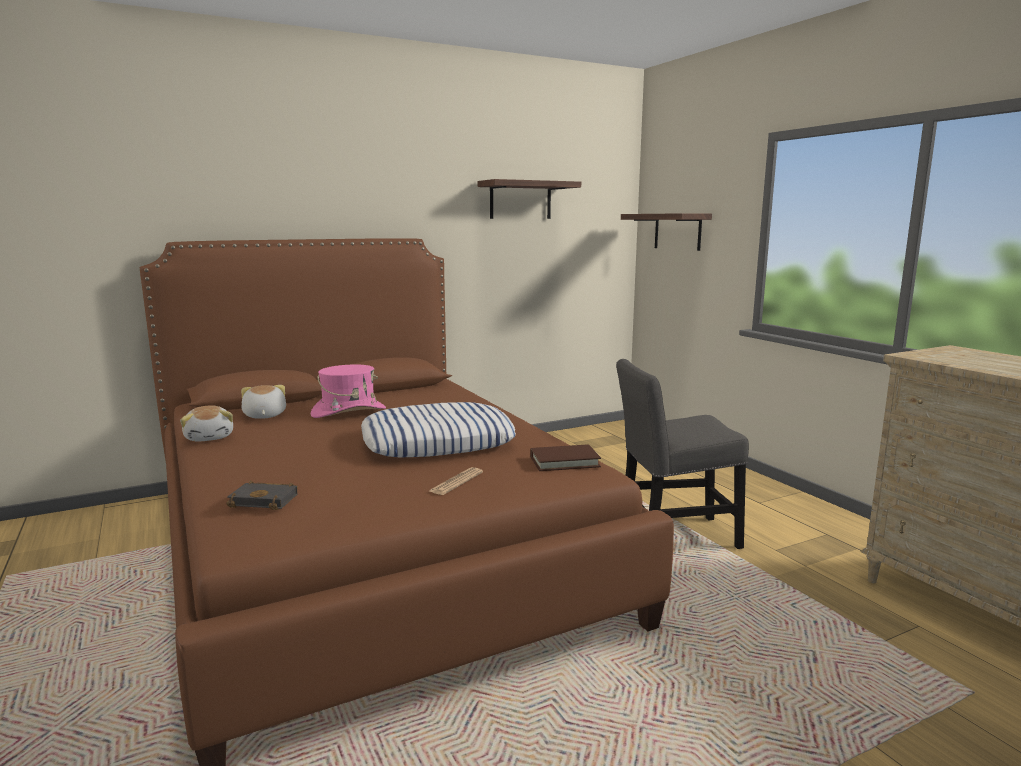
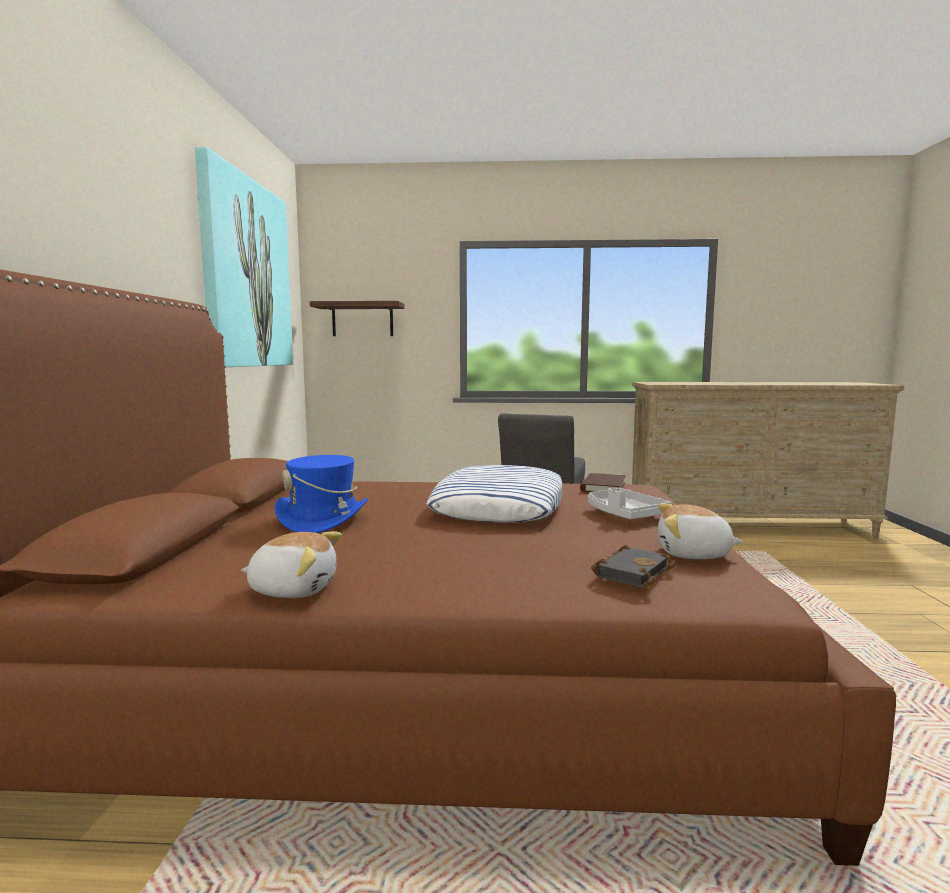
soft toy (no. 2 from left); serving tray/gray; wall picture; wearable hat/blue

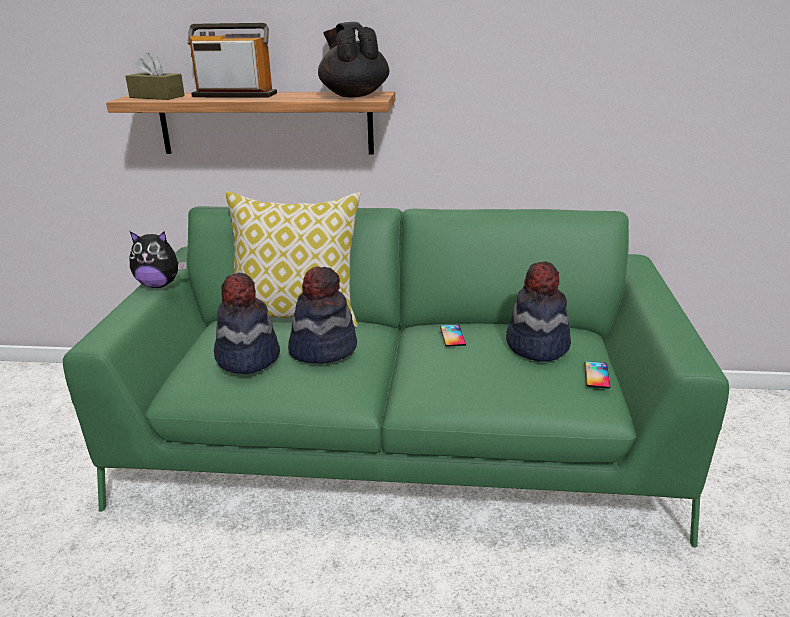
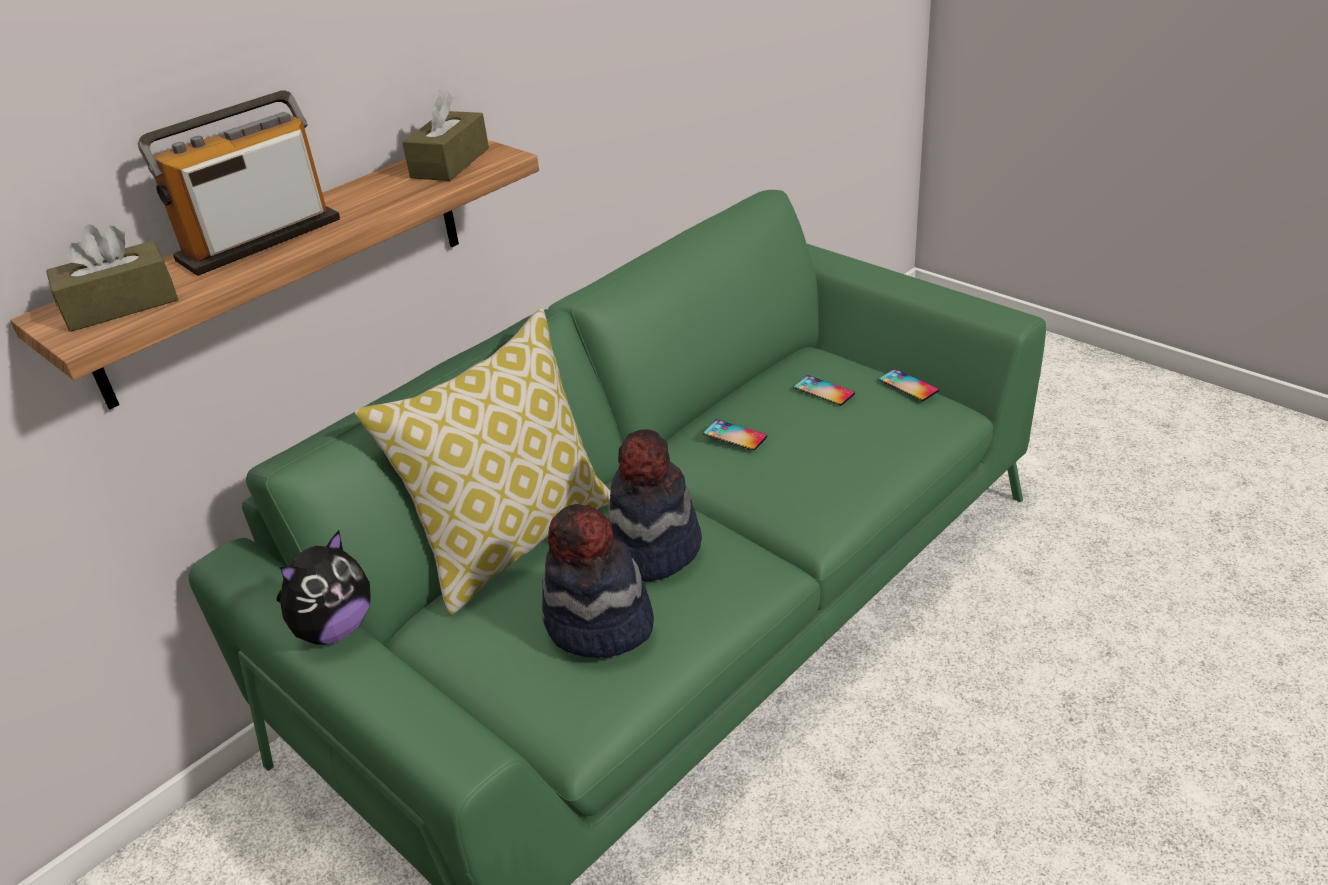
tissue box/brownish (no. 2 from left); handset (no. 2 from left)

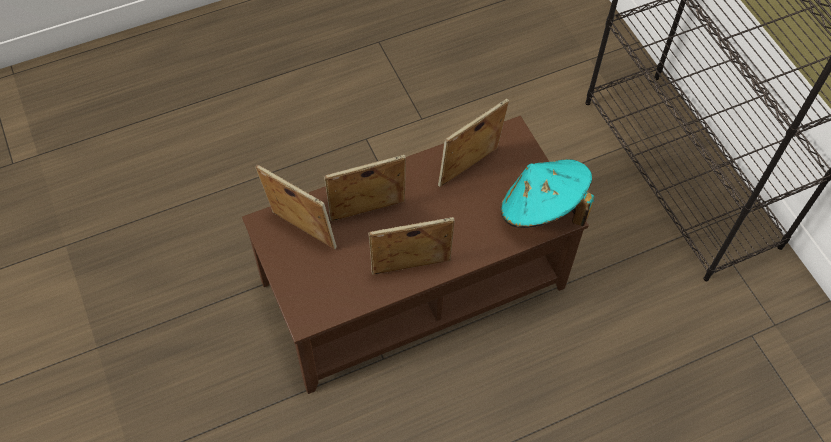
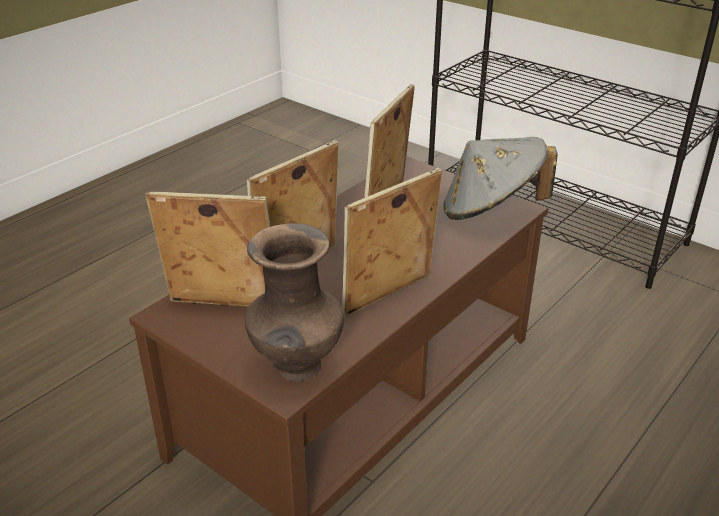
flower vase/brownish; wearable hat/gray

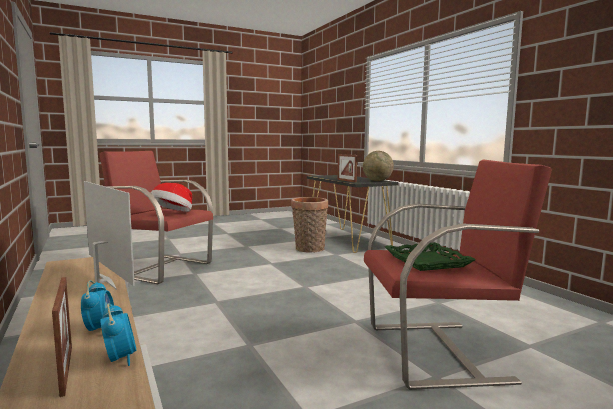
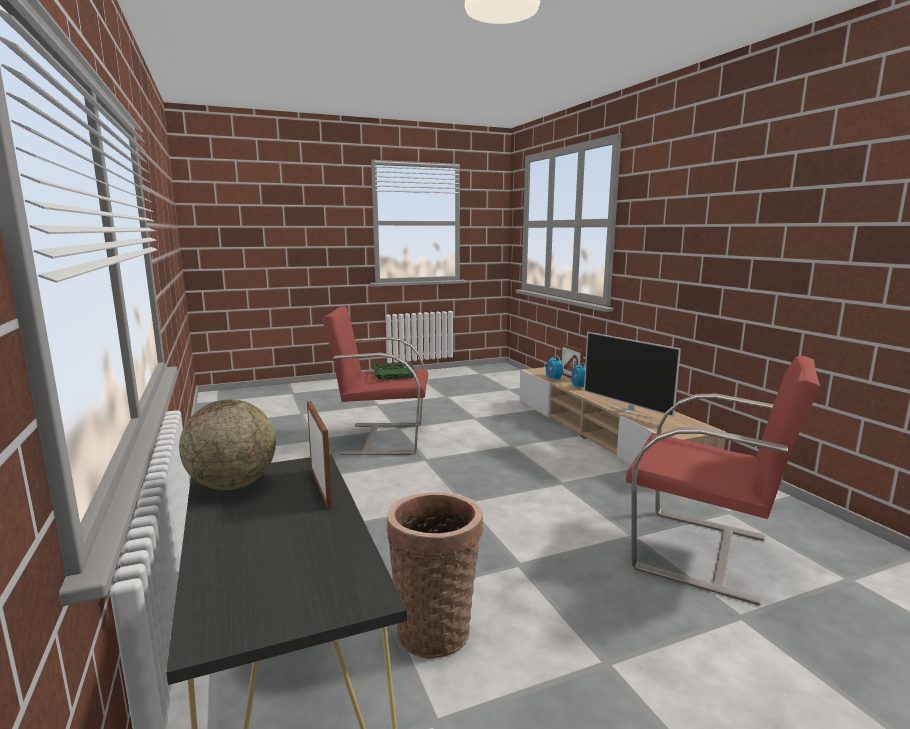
wearable hat

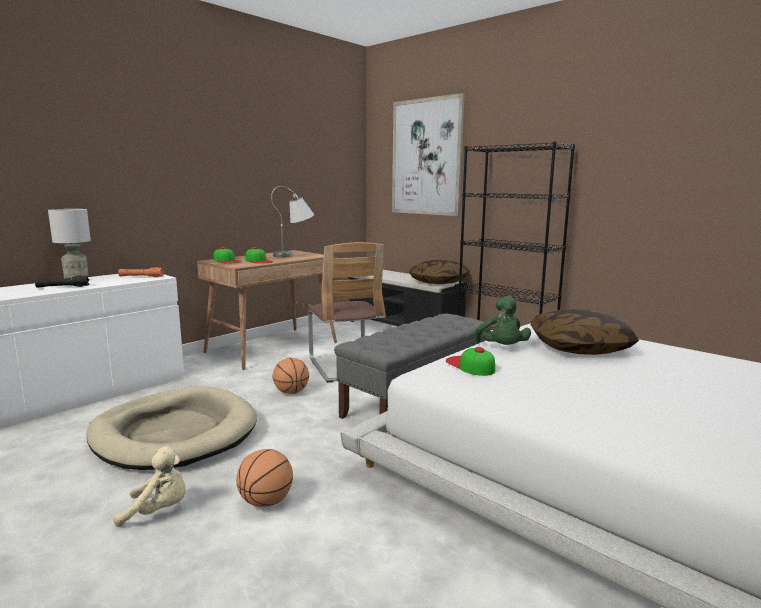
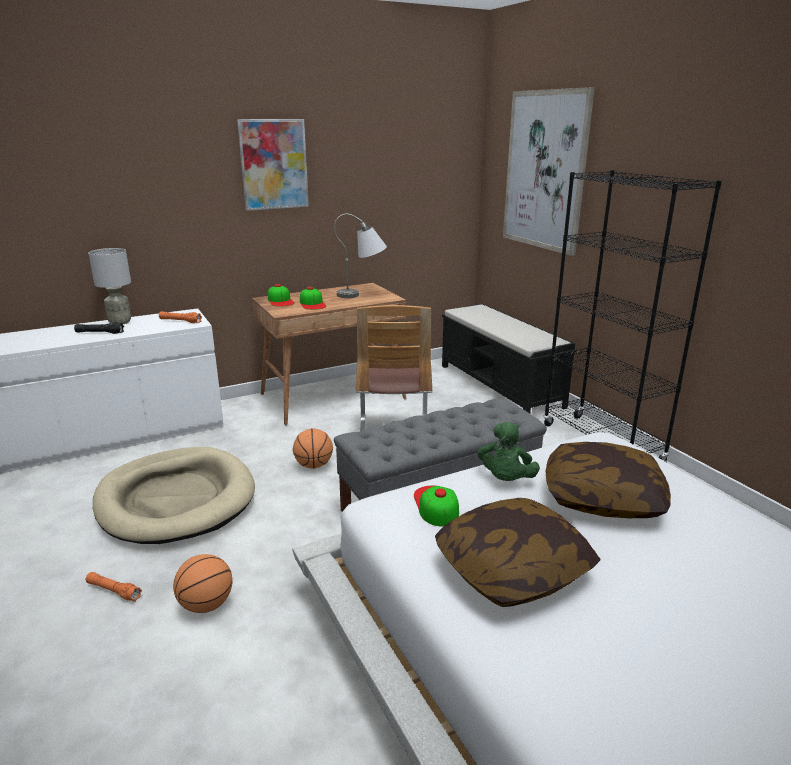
wall picture (no. 1 from left); throw pillow (no. 1 from left); torch/orange-coloured (no. 1 from left)

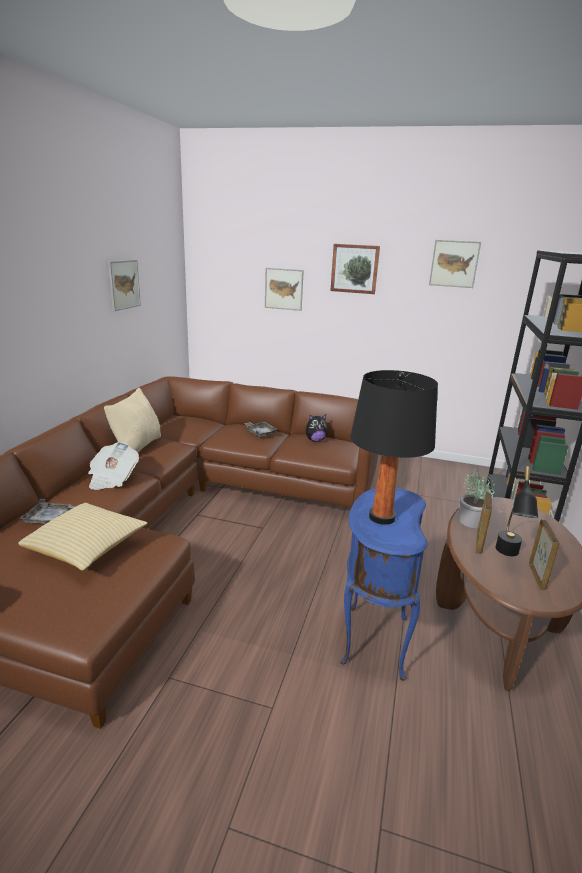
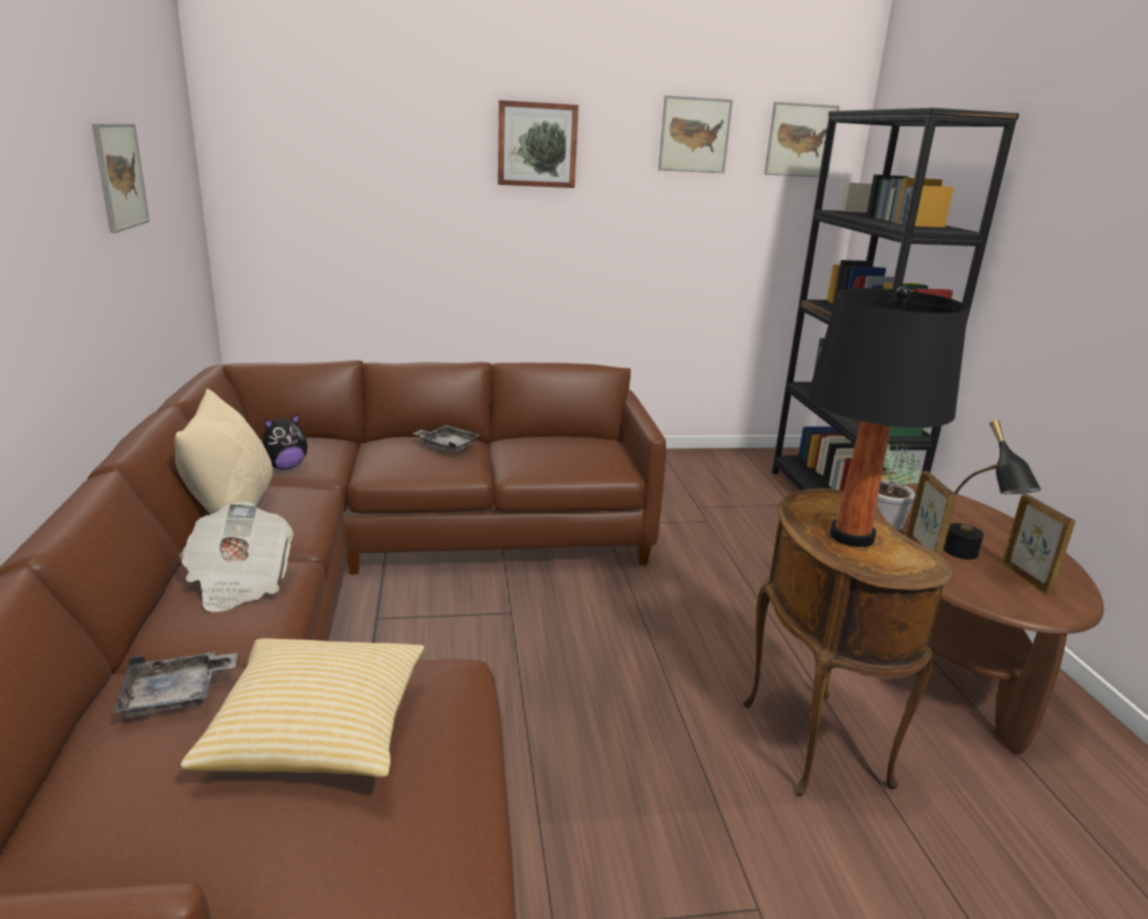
wall picture (no. 4 from left); soft toy; side table/brownish

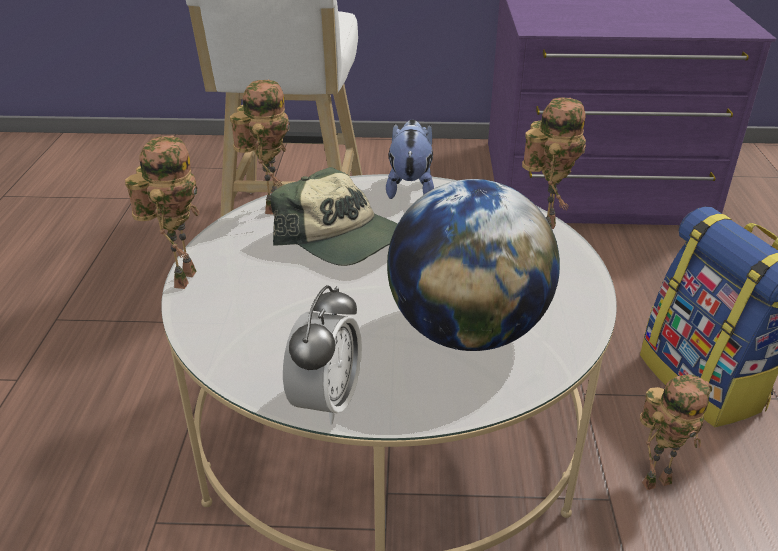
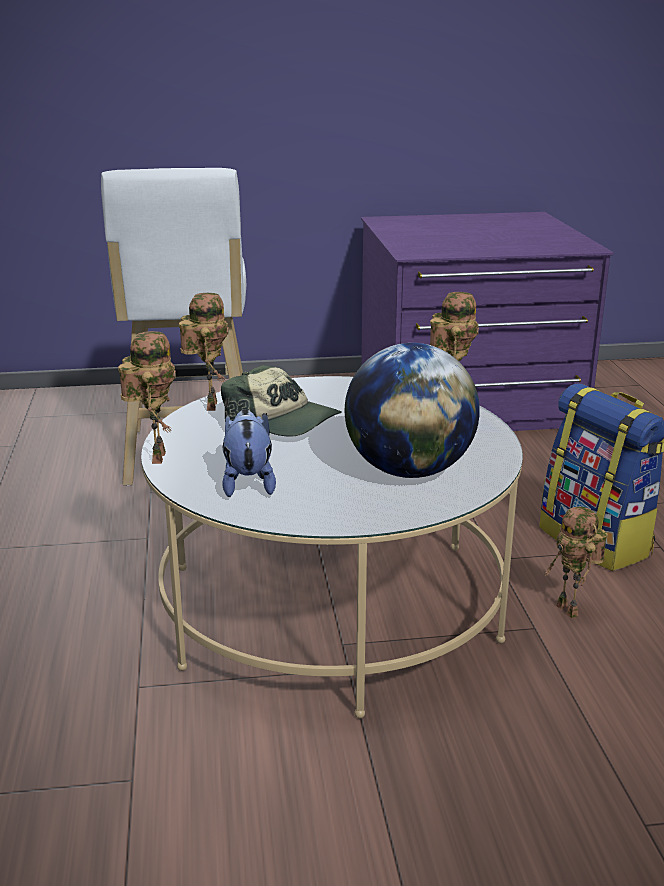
table clock; soft toy; robot figure (no. 4 from left)

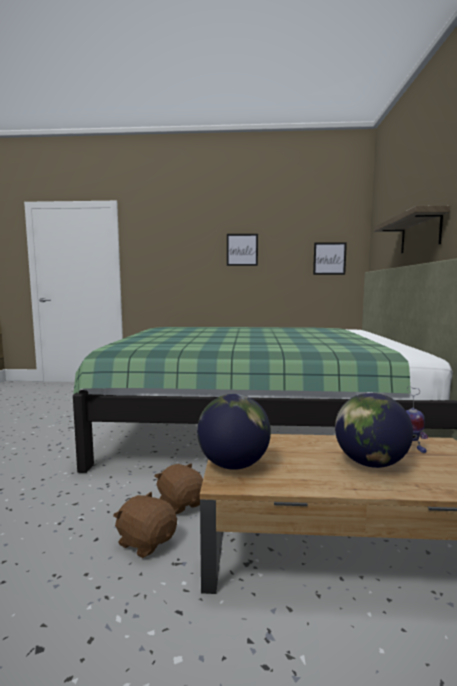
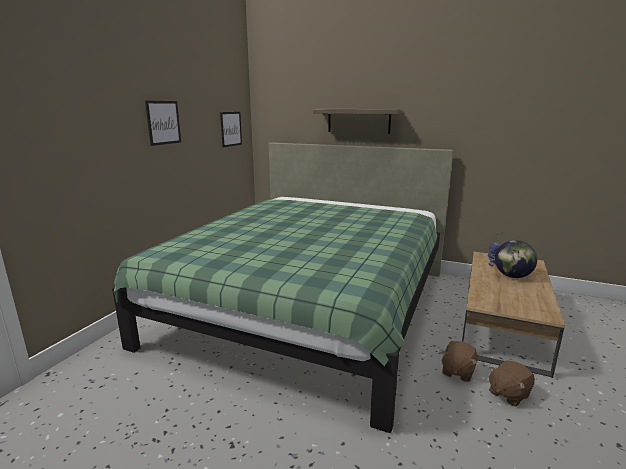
world globe (no. 1 from left in the first image); soft toy/brownish (no. 1 from left)

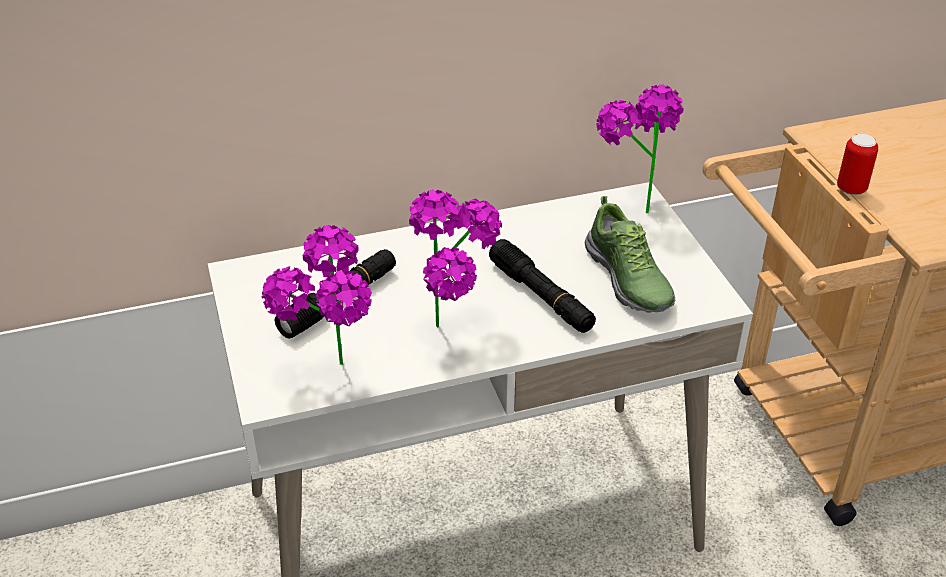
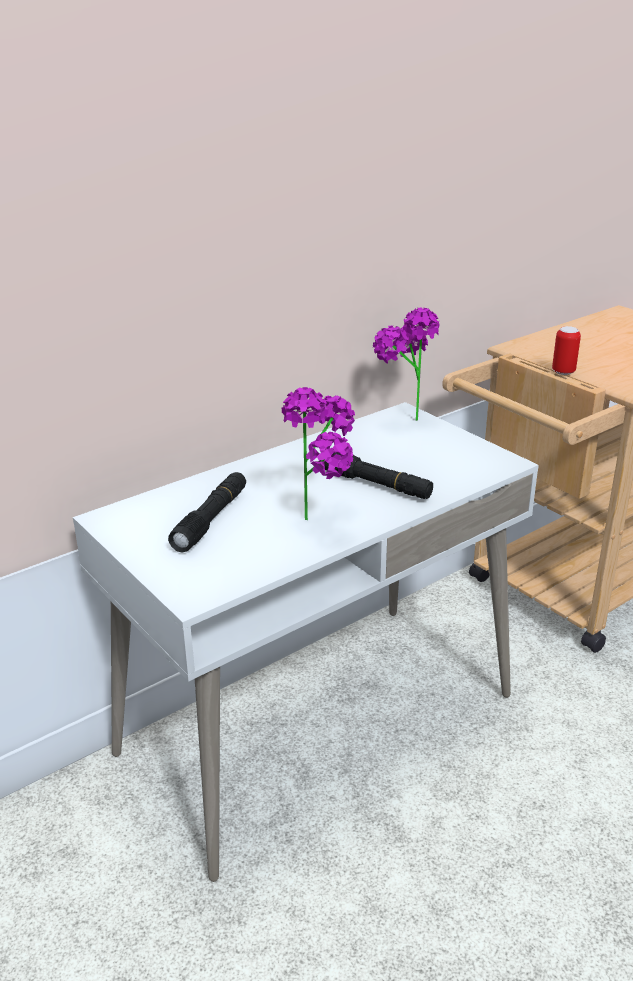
potted plant (no. 1 from left in the first image); low shoe

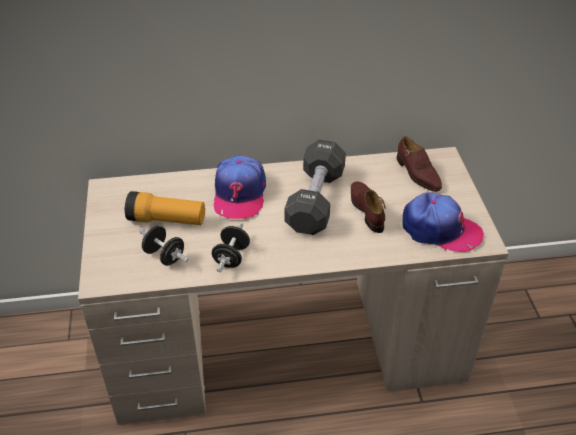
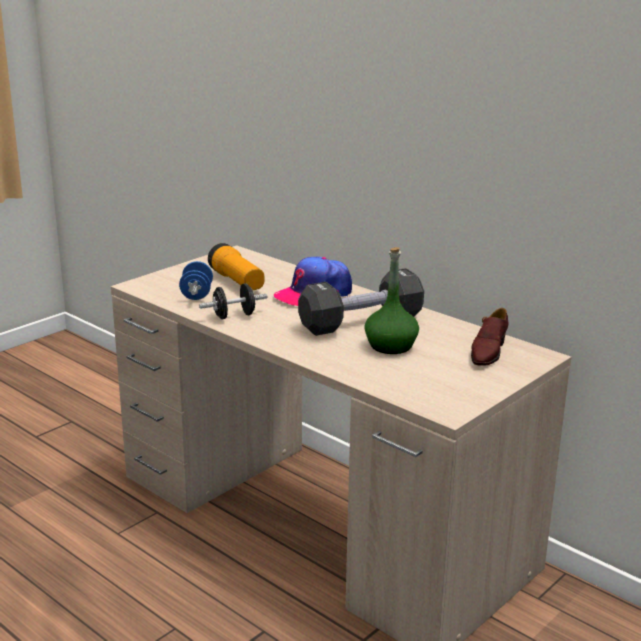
cap (no. 2 from left in the first image); drink bottle/green; free weight/blue

